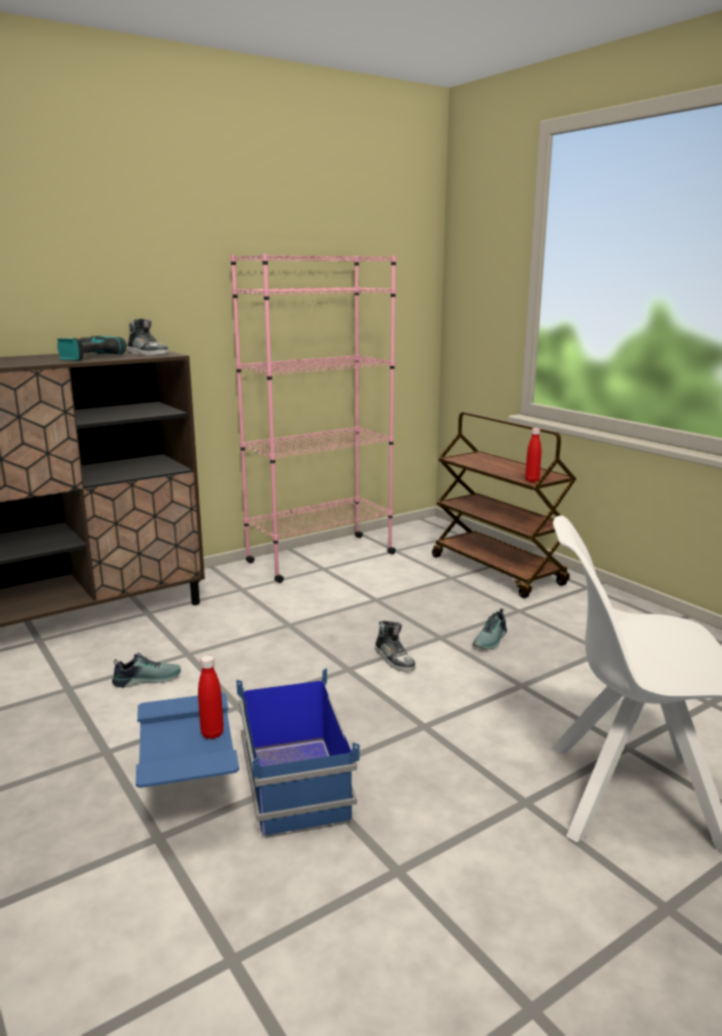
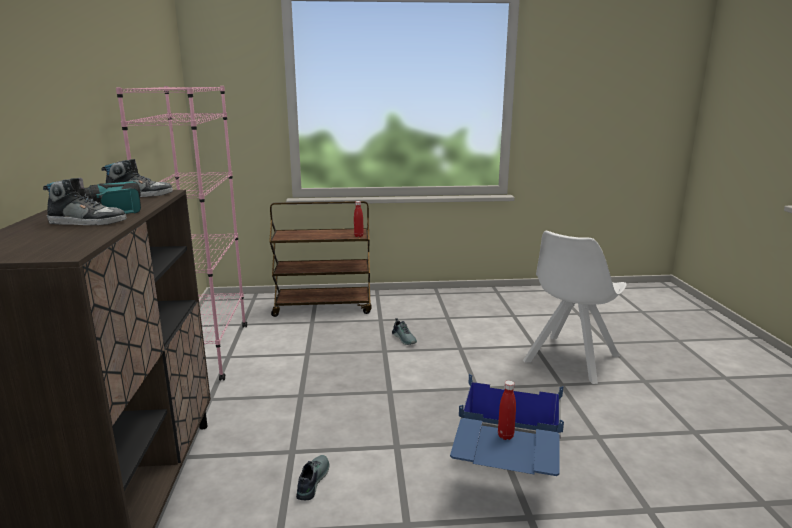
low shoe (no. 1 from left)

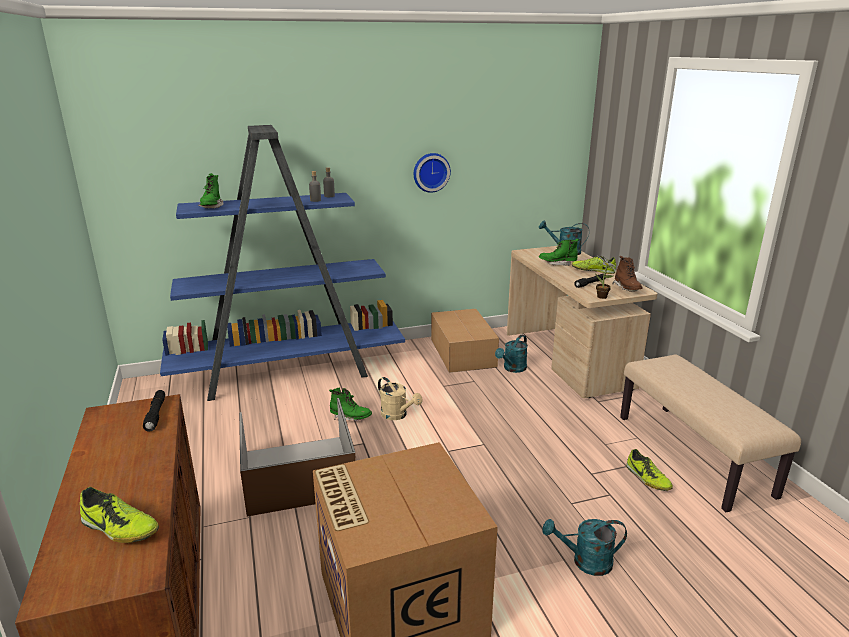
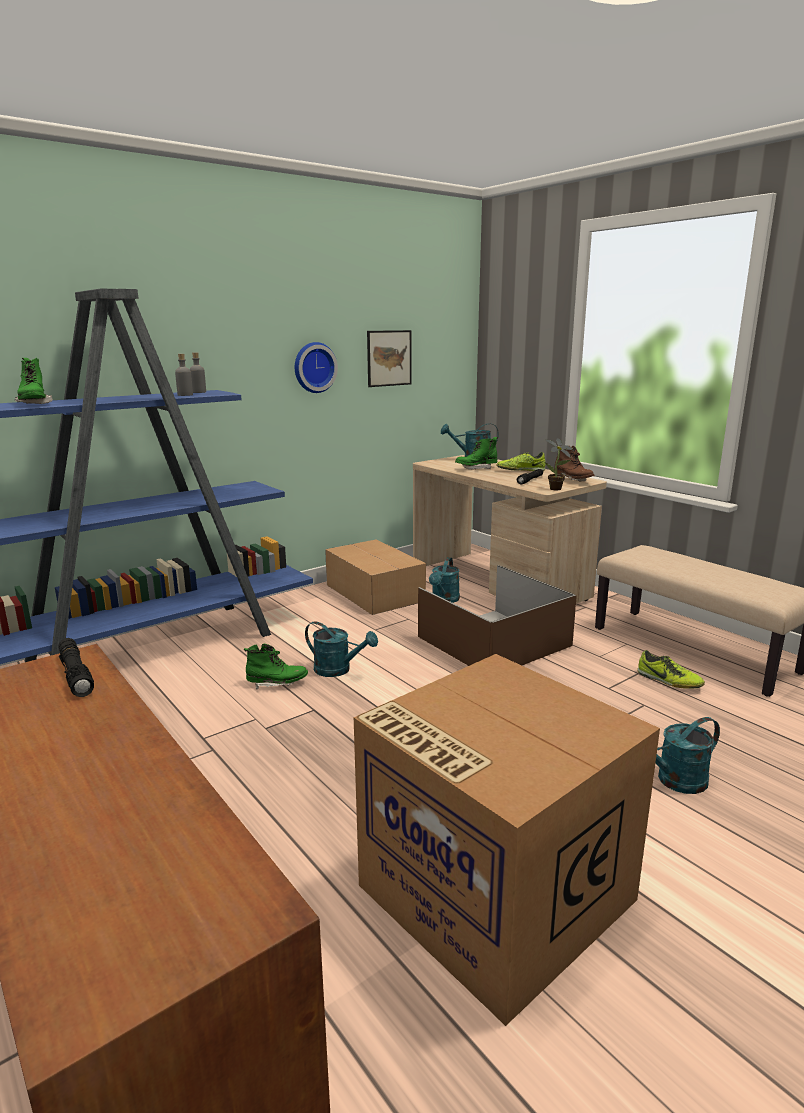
low shoe (no. 1 from left in the first image); wall picture; storage bin/brownish; watering can/blue-green (no. 1 from left)

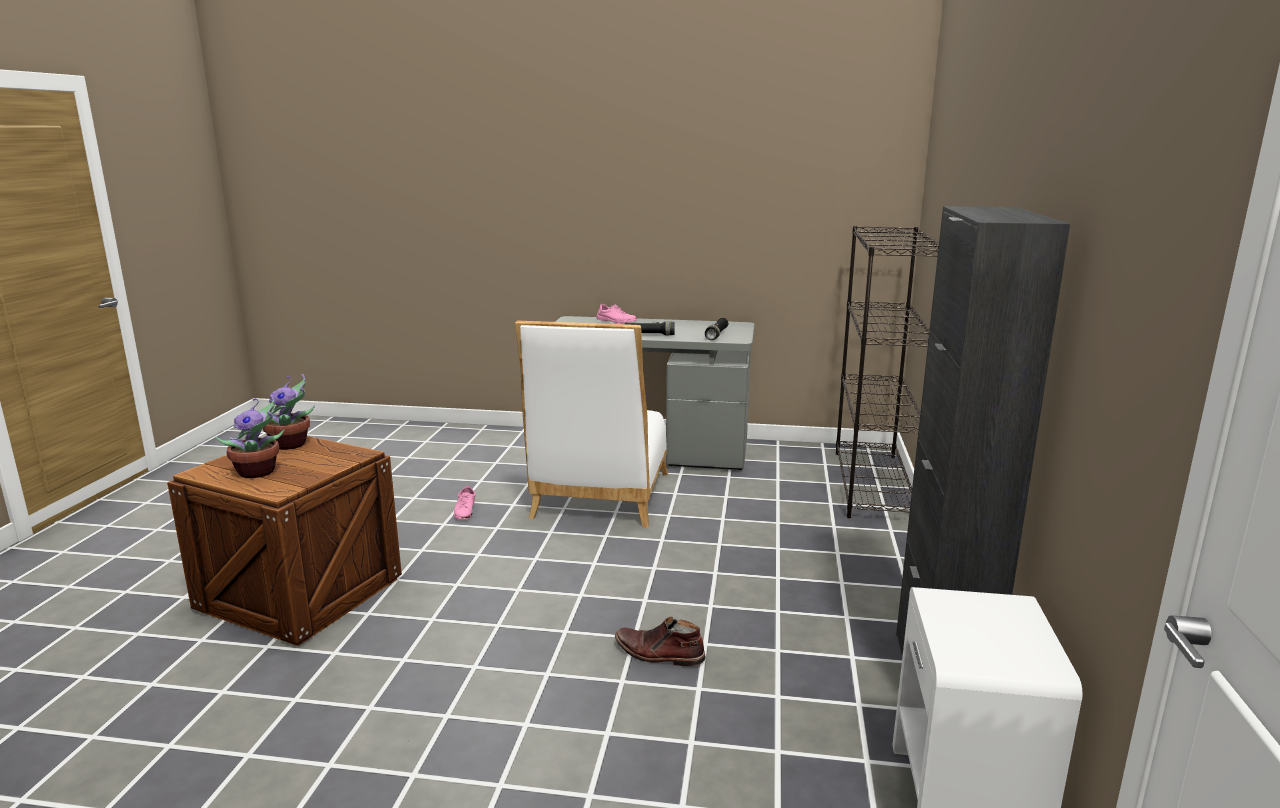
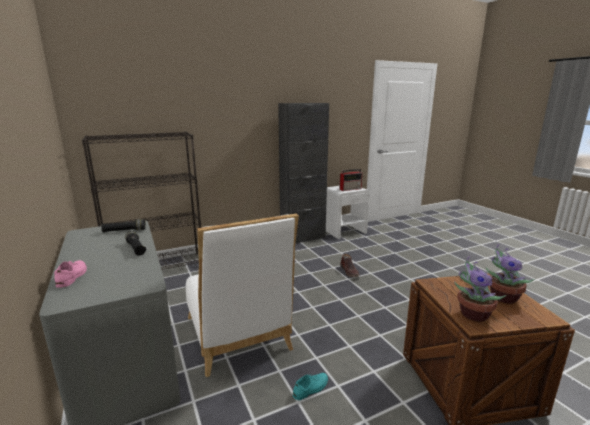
radio set; low shoe/blue-green; upright chair/white

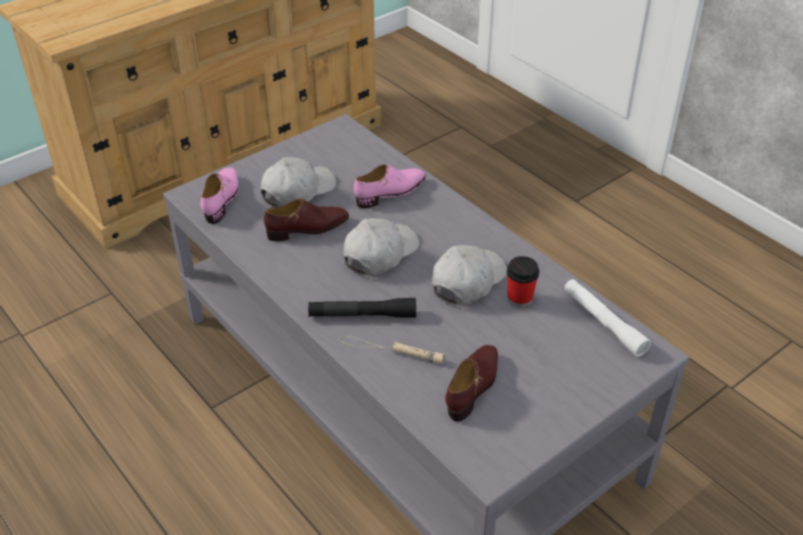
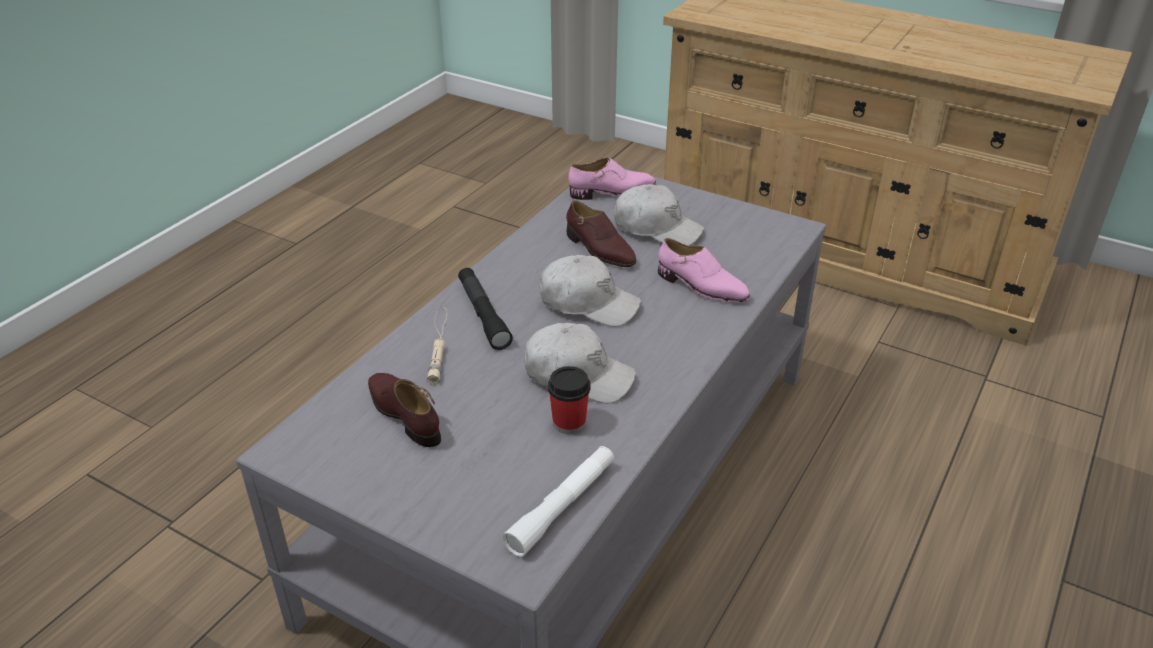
low shoe/brownish (no. 1 from left)

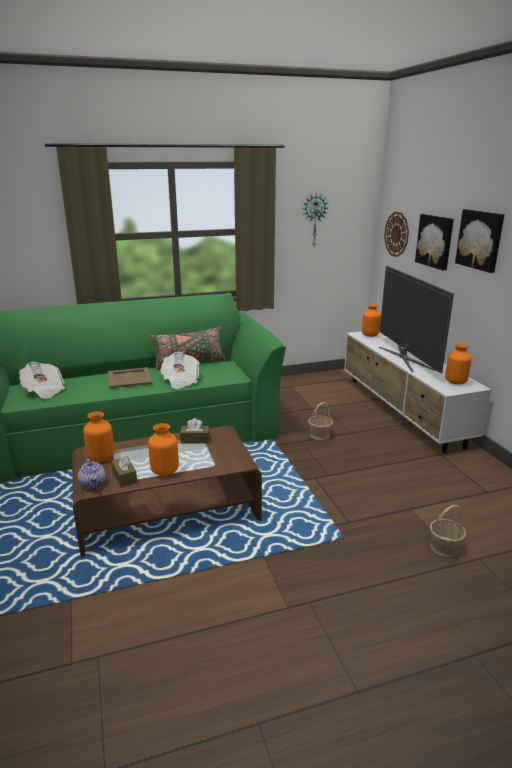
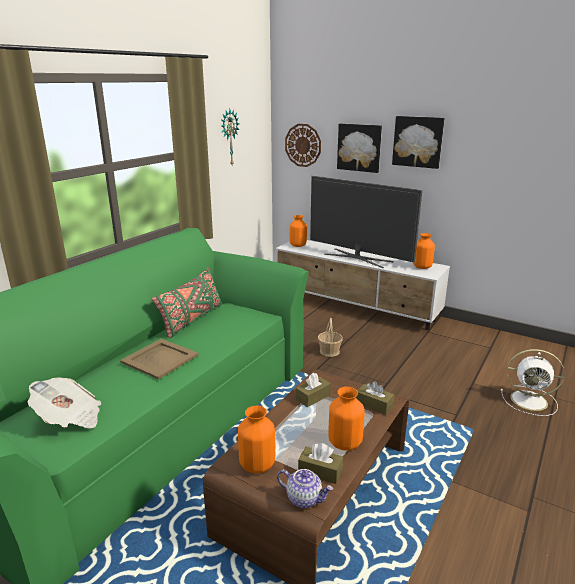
newspaper (no. 2 from left in the first image); tissue box/brownish (no. 3 from left); electric fan/white

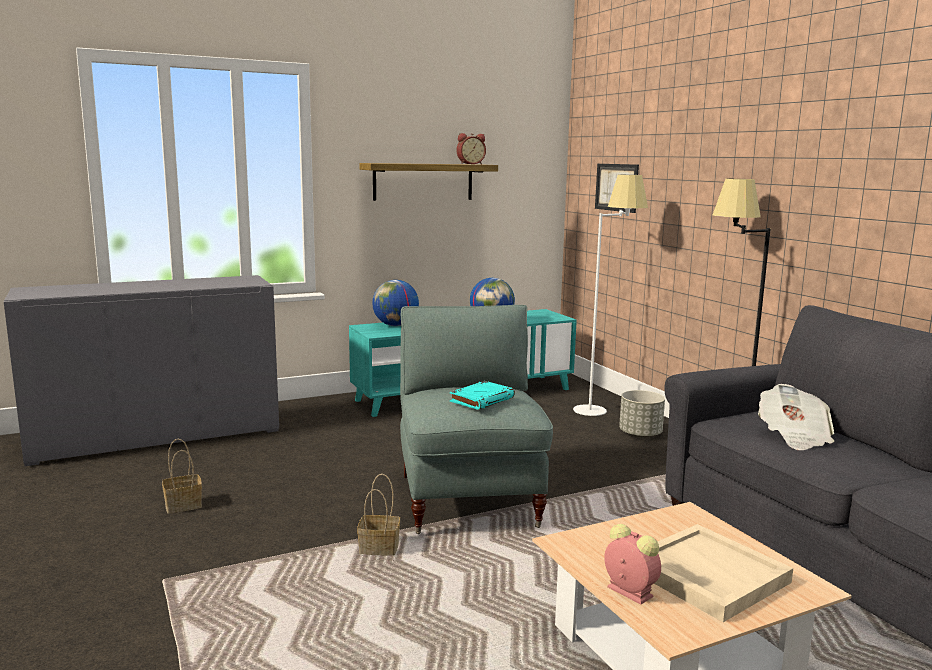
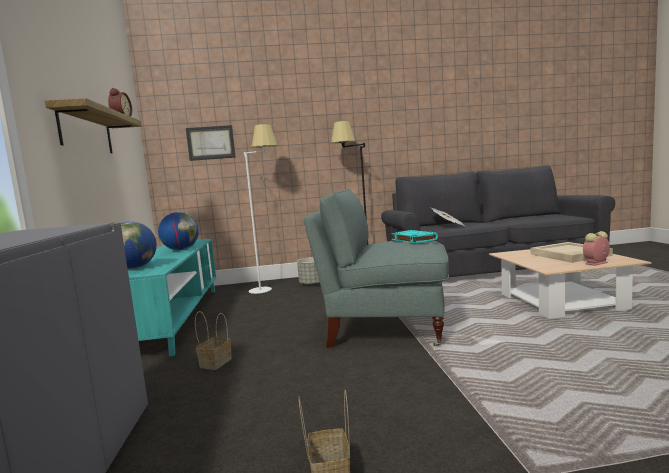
storage basket (no. 1 from left)

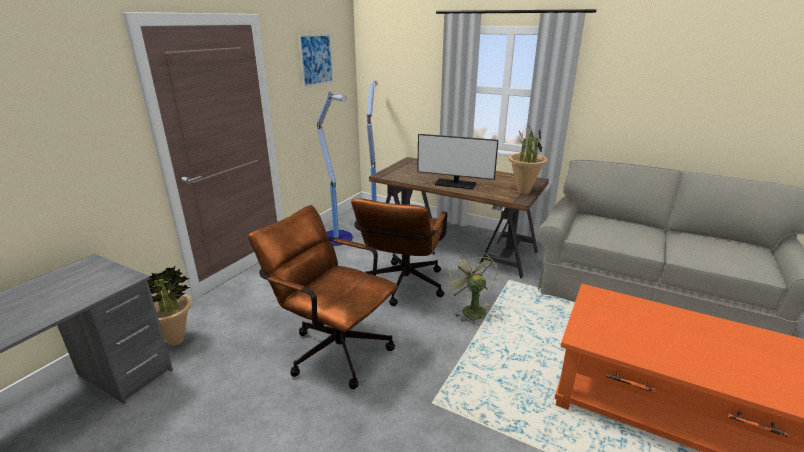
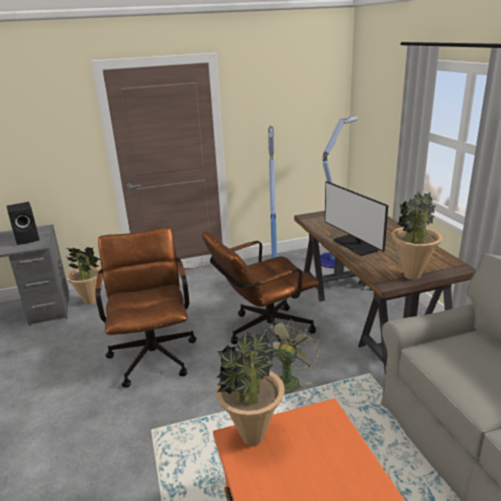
wall picture; audio speaker/black-coloured; potted plant (no. 2 from left)

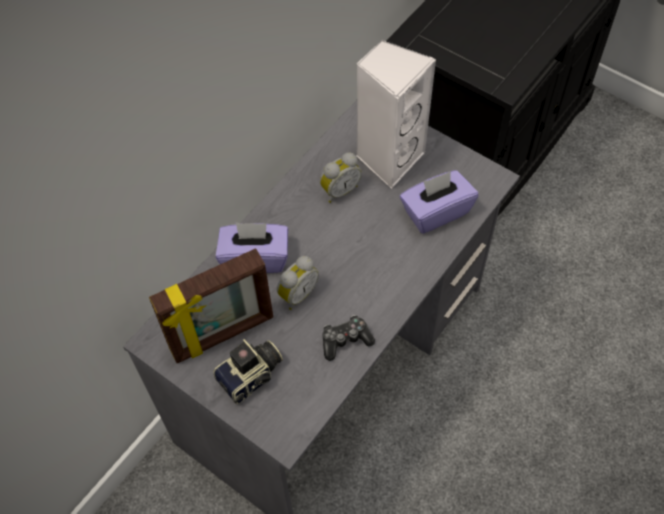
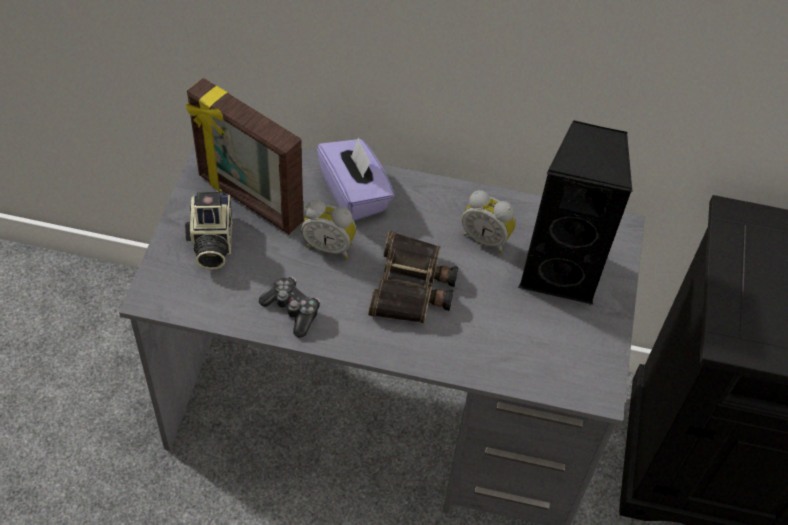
tissue box/purple (no. 2 from left in the first image); pair of binoculars; audio speaker/black-coloured; photo camera

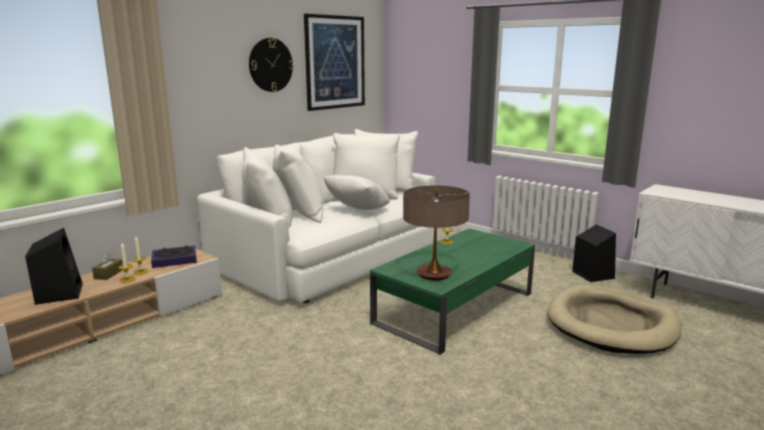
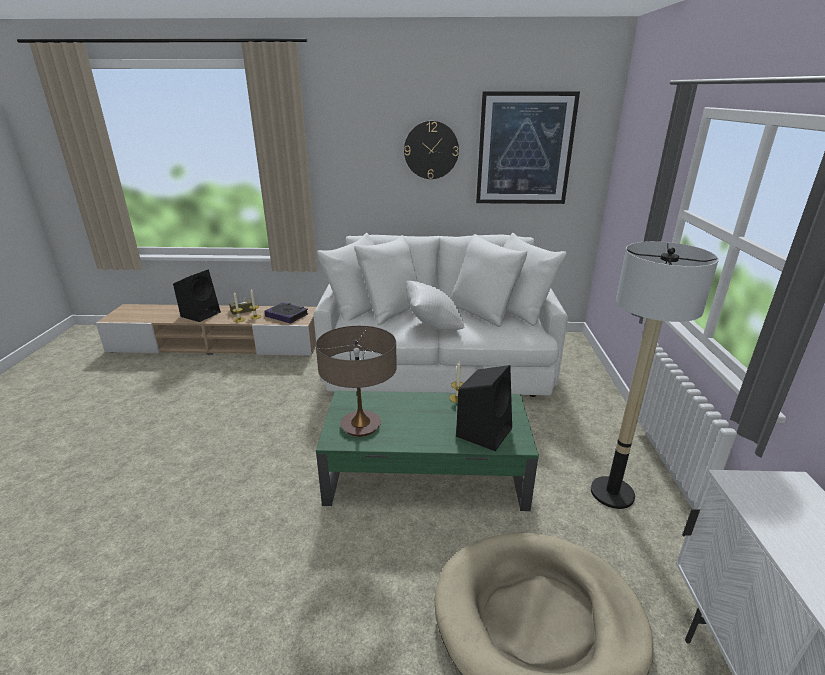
floor lamp; audio speaker/black-coloured (no. 2 from left)

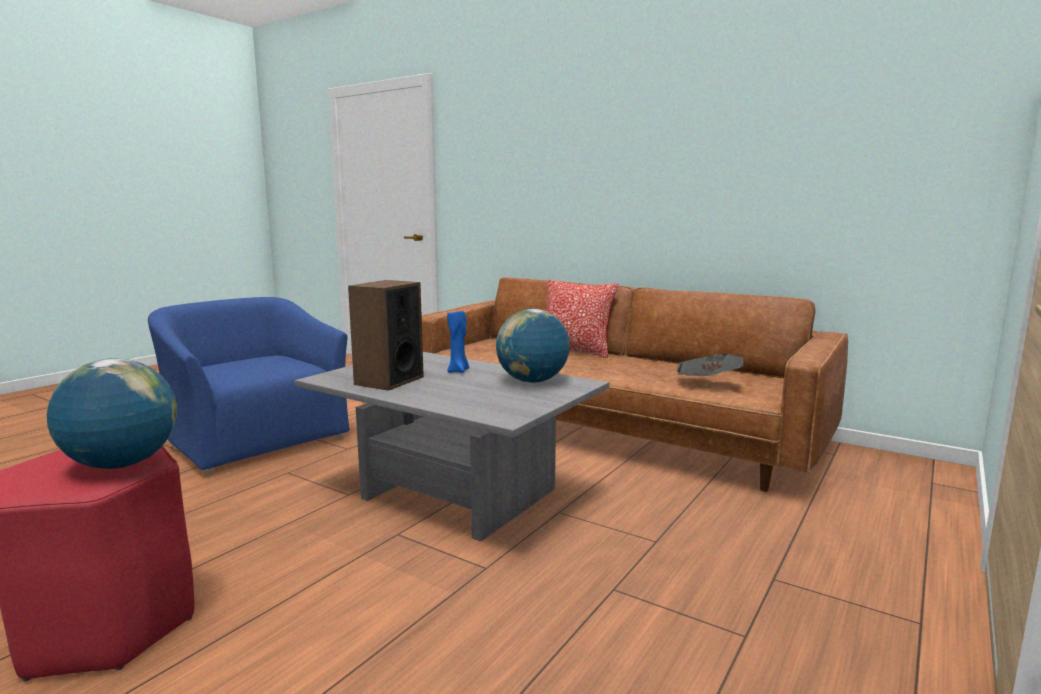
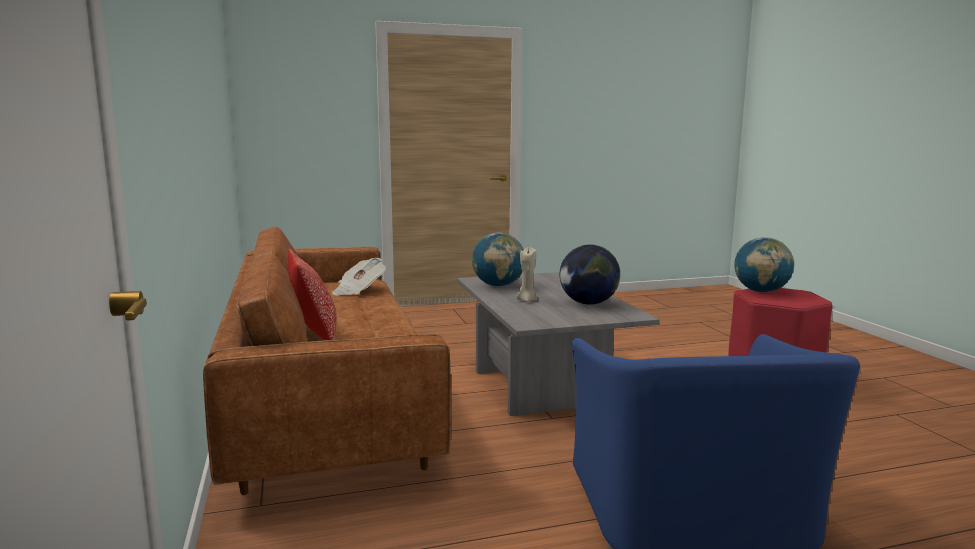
world globe (no. 2 from left); wax light/beige-coloured

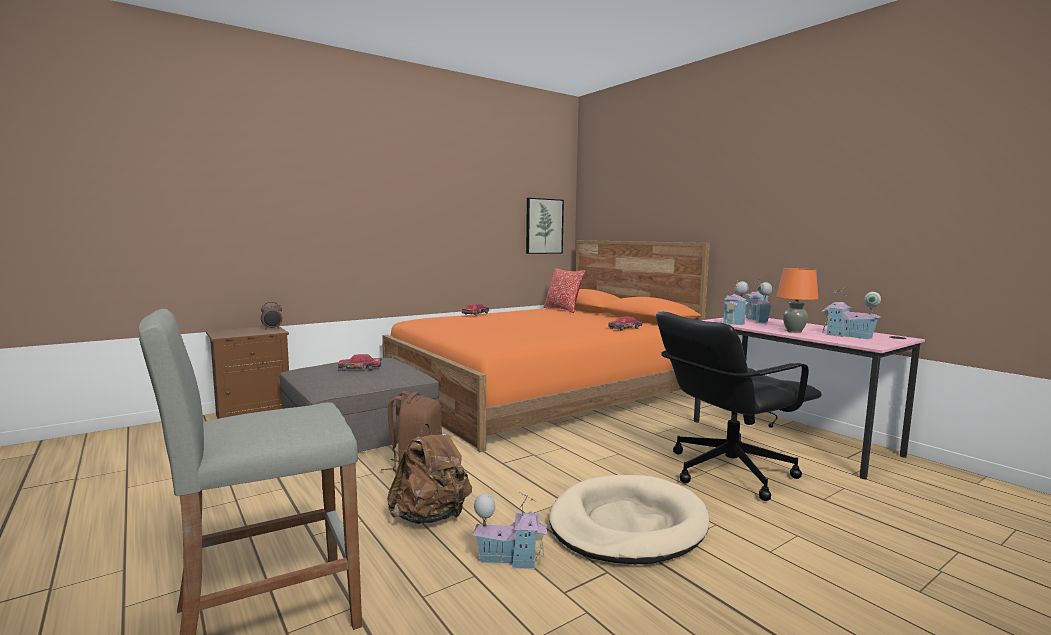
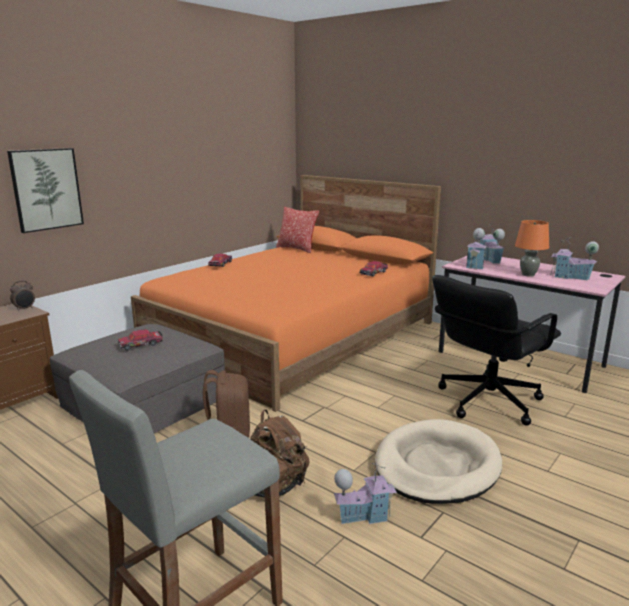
wall picture

